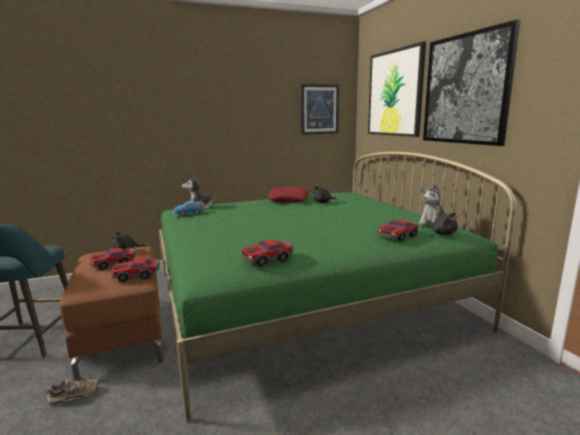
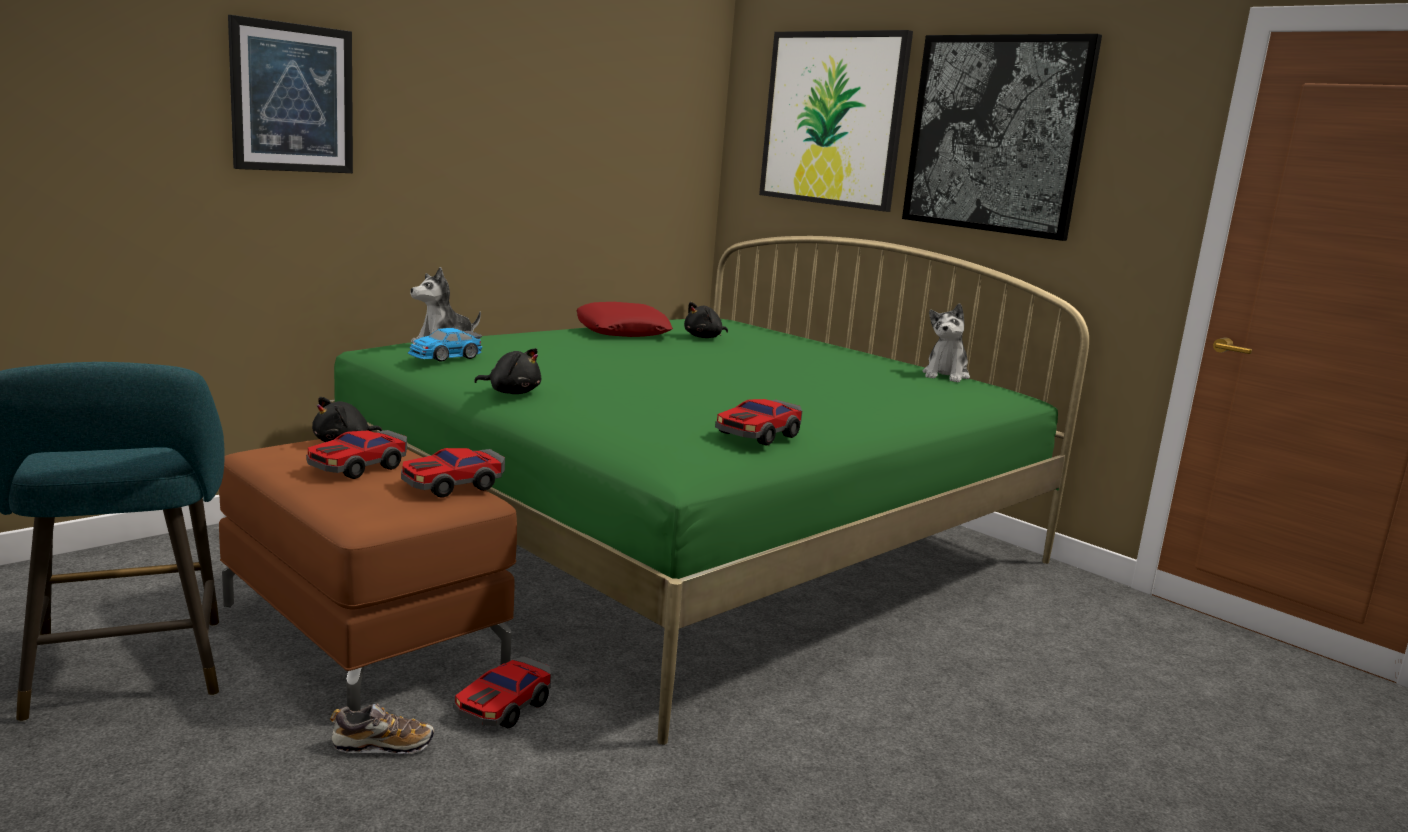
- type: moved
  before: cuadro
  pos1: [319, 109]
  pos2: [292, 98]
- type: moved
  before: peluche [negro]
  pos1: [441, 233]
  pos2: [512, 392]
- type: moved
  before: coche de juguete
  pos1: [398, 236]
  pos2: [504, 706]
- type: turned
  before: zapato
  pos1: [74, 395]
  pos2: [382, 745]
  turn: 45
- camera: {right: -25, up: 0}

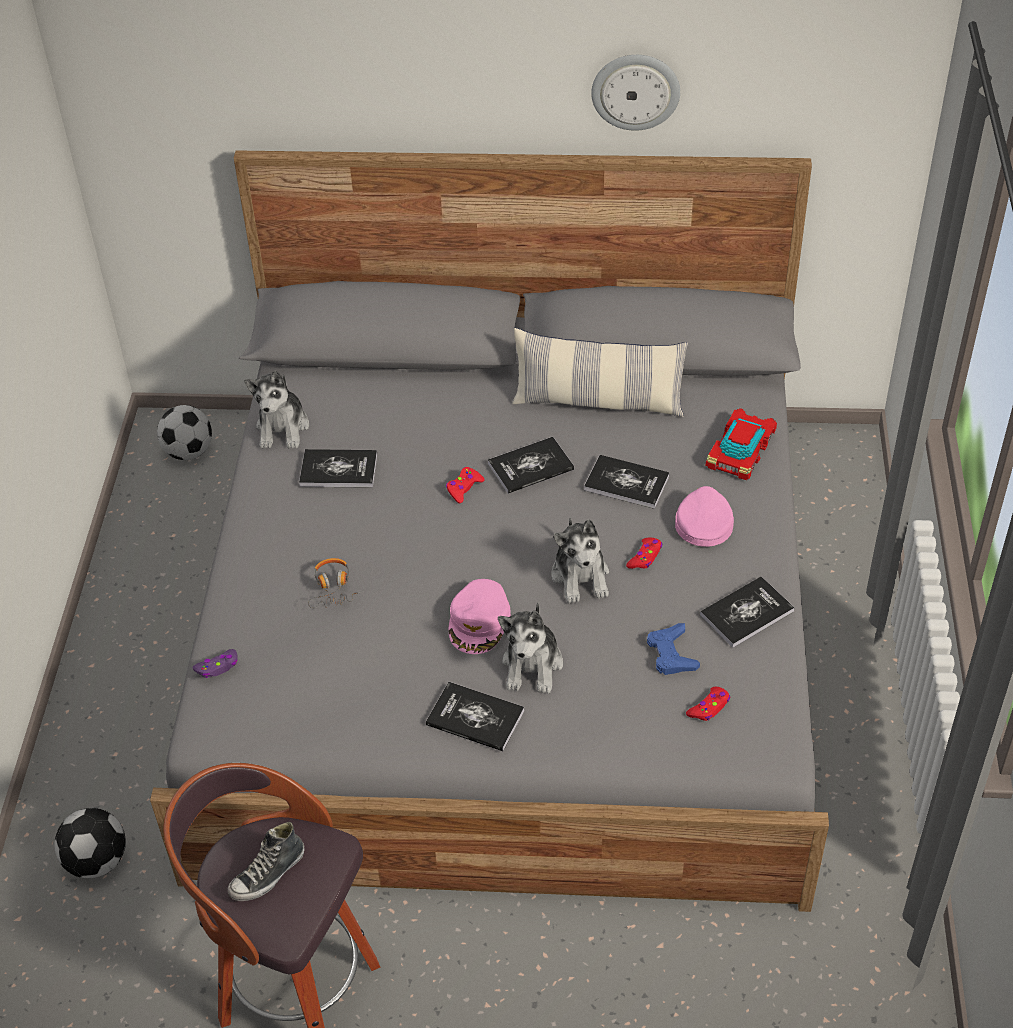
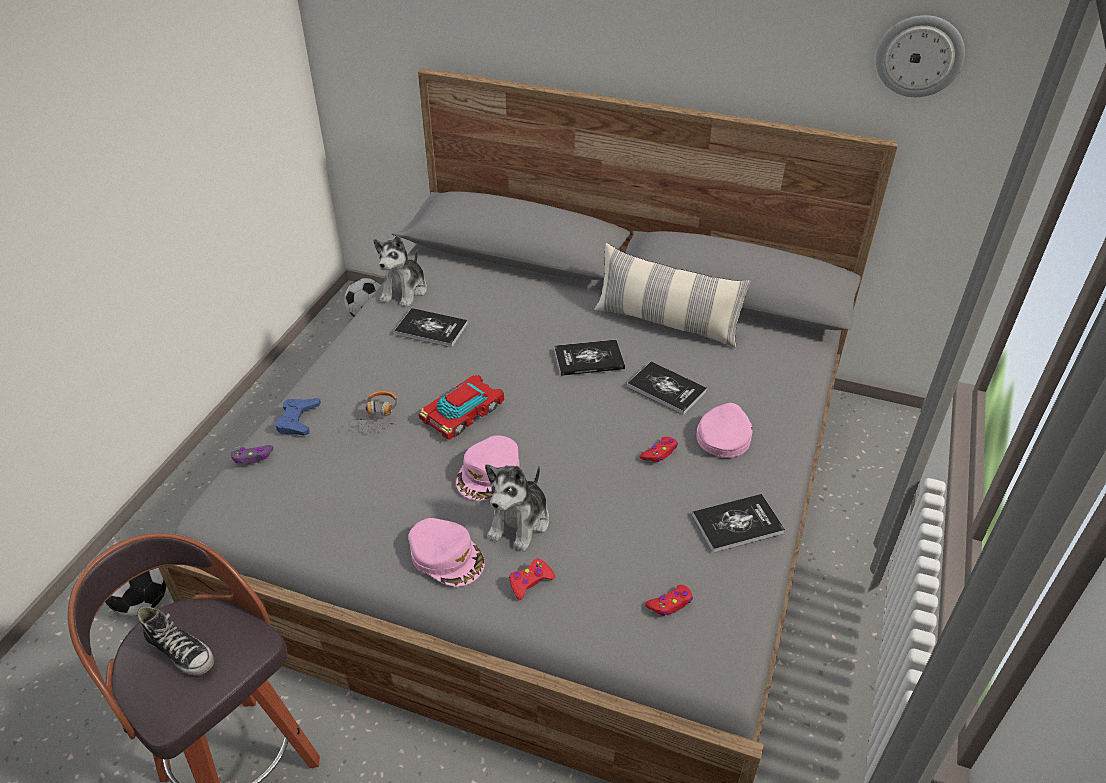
- type: moved
  before: reloj de pared
  pos1: [635, 91]
  pos2: [919, 56]
- type: moved
  before: coche de juguete
  pos1: [741, 450]
  pos2: [463, 413]
- type: moved
  before: mando de consola [rojo]
  pos1: [464, 488]
  pos2: [530, 582]
- type: removed
  before: peluche
  pos1: [581, 576]
- type: moved
  before: mando de consola [azul]
  pos1: [671, 654]
  pos2: [298, 420]
- type: replaced
  before: libro
  after: gorra [rosa]
  pos1: [475, 718]
  pos2: [447, 556]
- type: turned
  before: zapato
  pos1: [268, 874]
  pos2: [181, 652]
  turn: -120
- camera: {right: 15, up: -5}

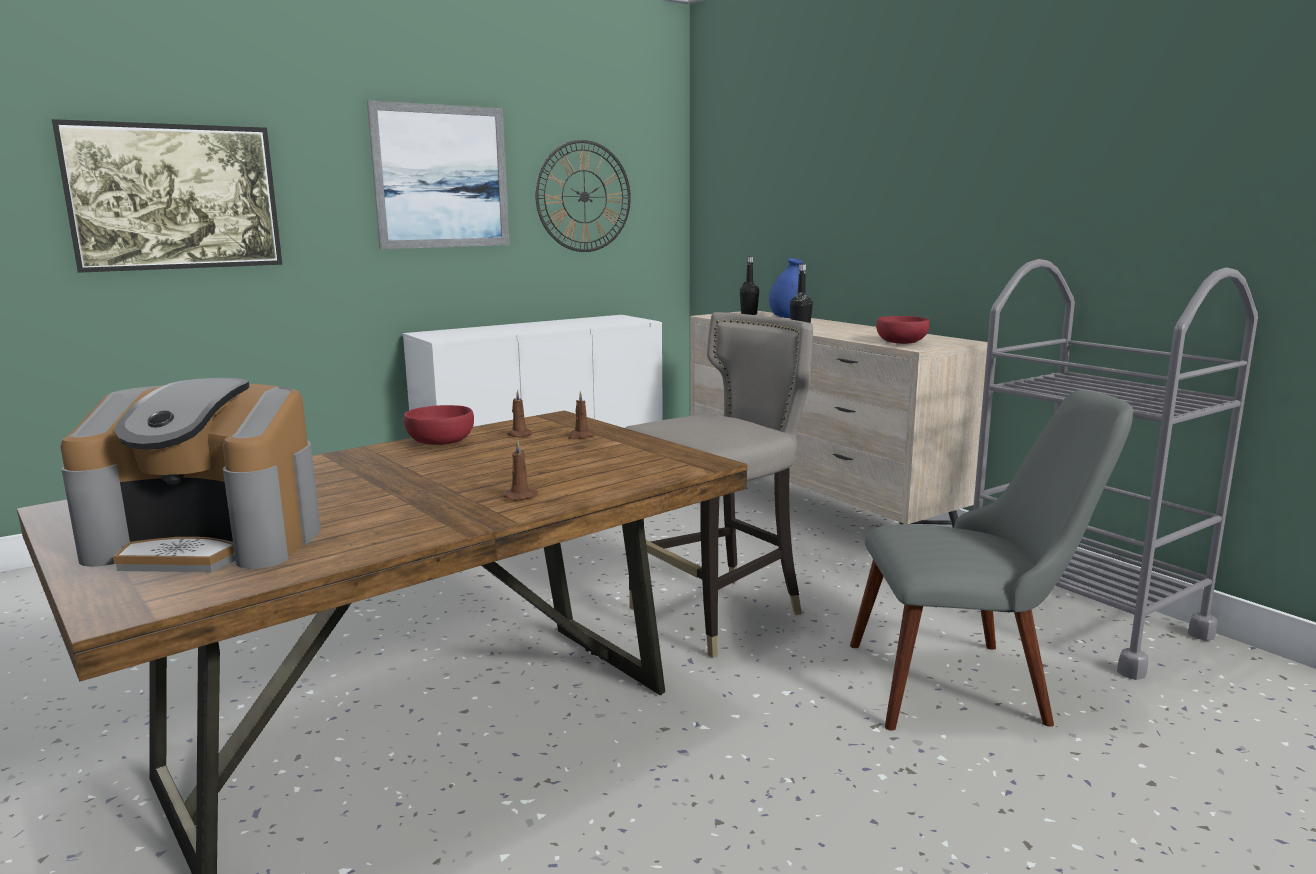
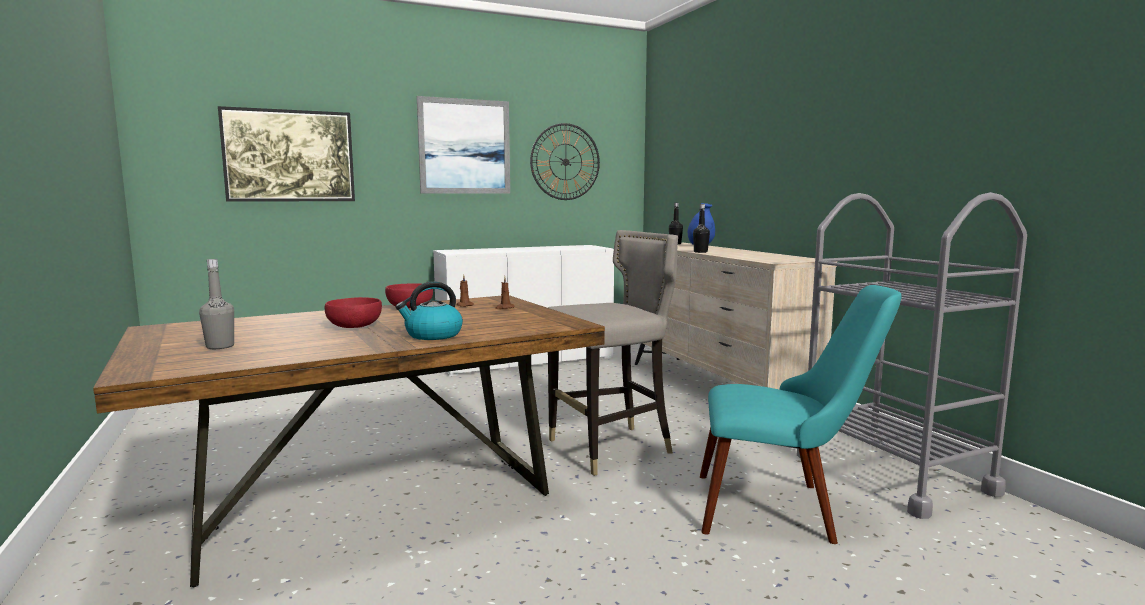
- type: moved
  before: cuenco [rojo]
  pos1: [901, 342]
  pos2: [355, 326]
- type: replaced
  before: cafetera
  after: botella [gris]
  pos1: [211, 541]
  pos2: [220, 346]
- type: recoloured
  before: silla [gris]
  after: silla [turquesa]
  pos1: [971, 682]
  pos2: [783, 508]
- type: replaced
  before: vela [marrón]
  after: hervidor
  pos1: [522, 496]
  pos2: [433, 335]
- camera: {right: 10, up: -5}

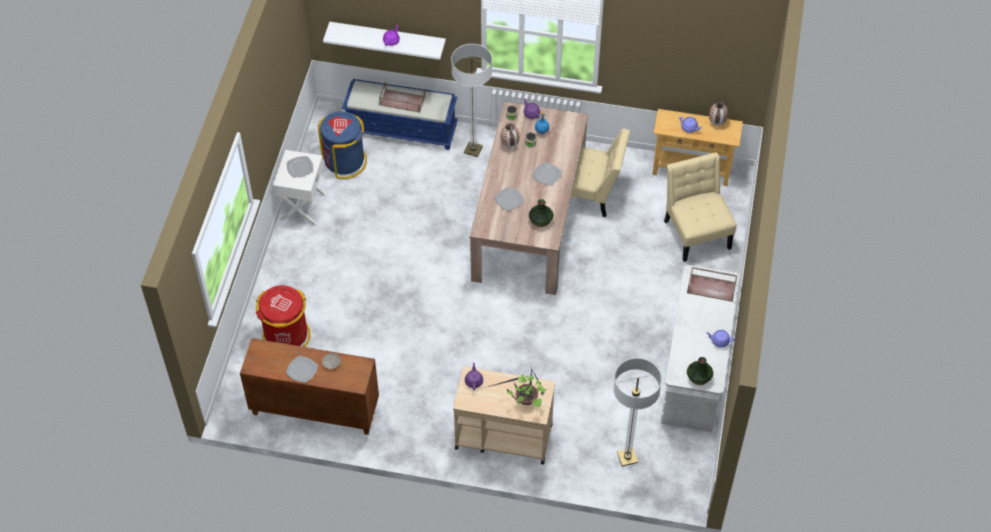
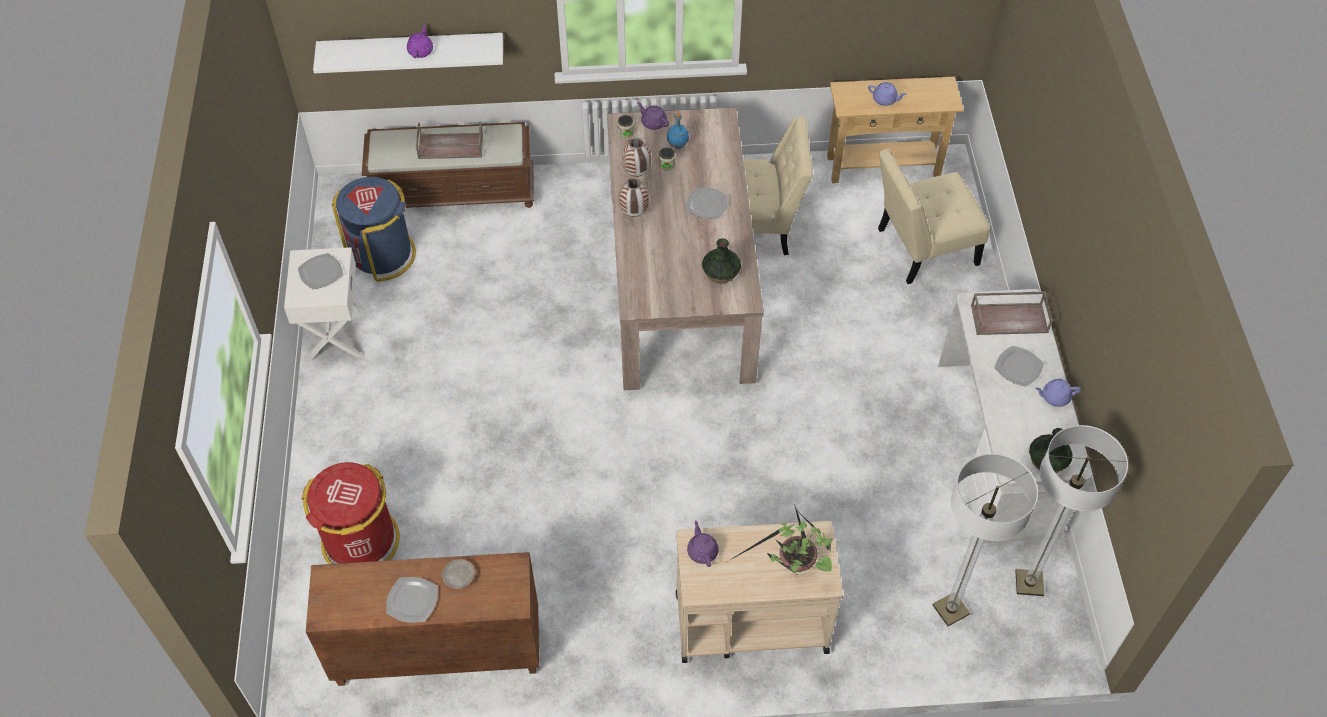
- type: moved
  before: lámpara de pie
  pos1: [473, 150]
  pos2: [1029, 583]
- type: recoloured
  before: banco [azul]
  after: banco [marrón]
  pos1: [402, 129]
  pos2: [455, 191]
- type: moved
  before: florero
  pos1: [717, 123]
  pos2: [634, 214]
- type: turned
  before: silla [beis]
  pos1: [696, 231]
  pos2: [921, 248]
  turn: -75
- type: moved
  before: plato
  pos1: [508, 199]
  pos2: [1018, 367]
- camera: {right: -15, up: 0}

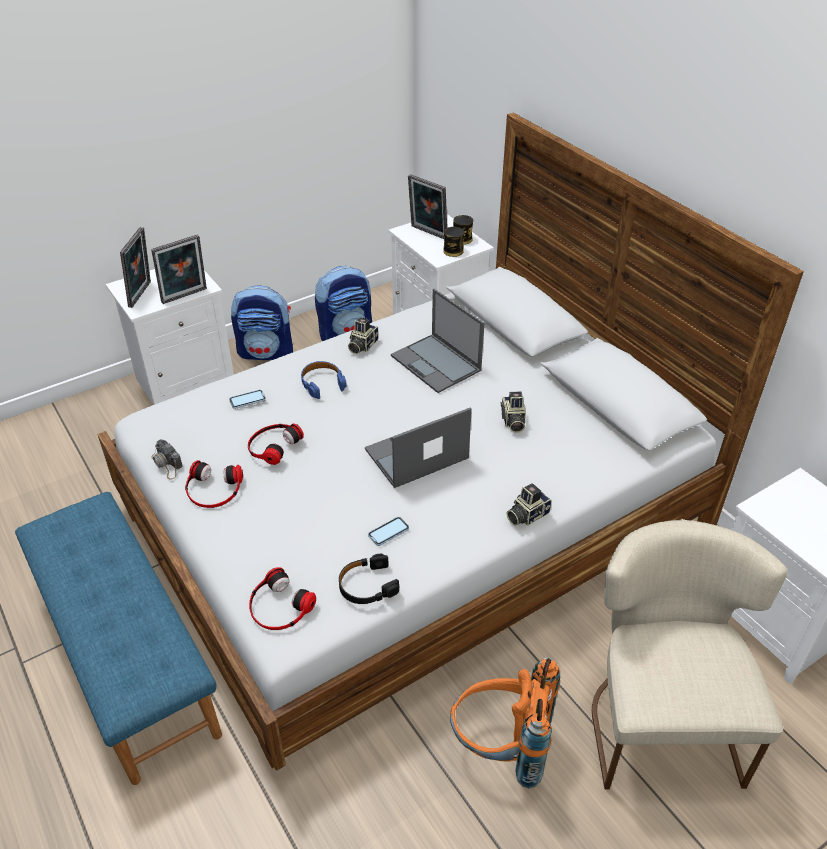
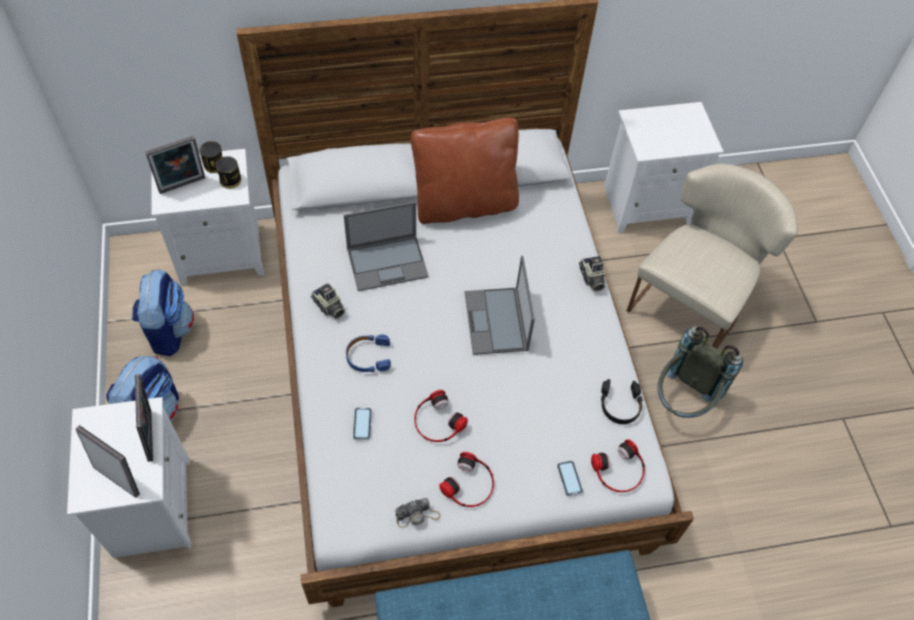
- type: removed
  before: cámara
  pos1: [512, 421]
- type: moved
  before: móvil
  pos1: [388, 532]
  pos2: [569, 478]
- type: turned
  before: silla [beis]
  pos1: [659, 719]
  pos2: [691, 303]
  turn: 105
- type: recoloured
  before: mochila [naranja]
  after: mochila [gris]
  pos1: [501, 748]
  pos2: [682, 401]
- type: added
  after: cojín [marrón]
  pos2: [464, 204]
- camera: {right: -70, up: 15}

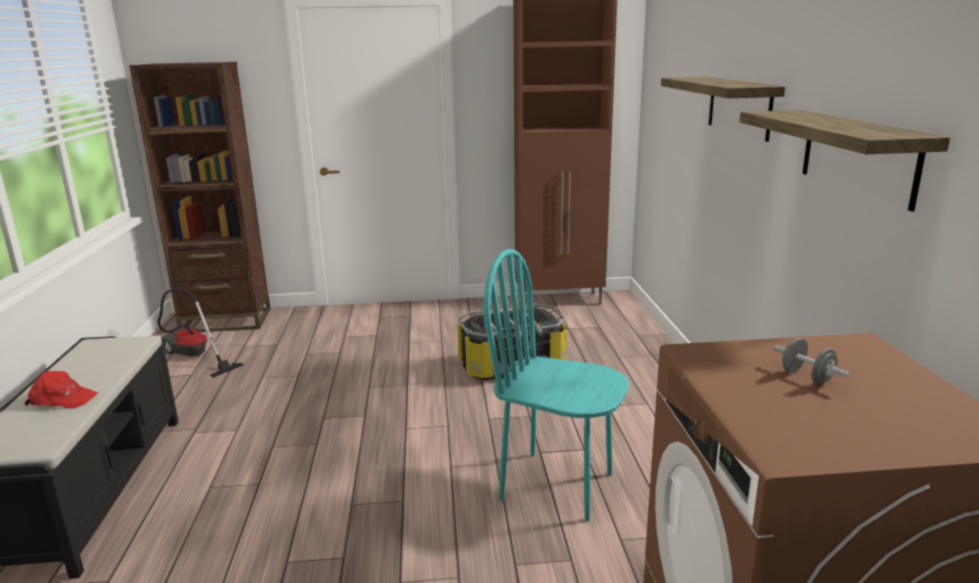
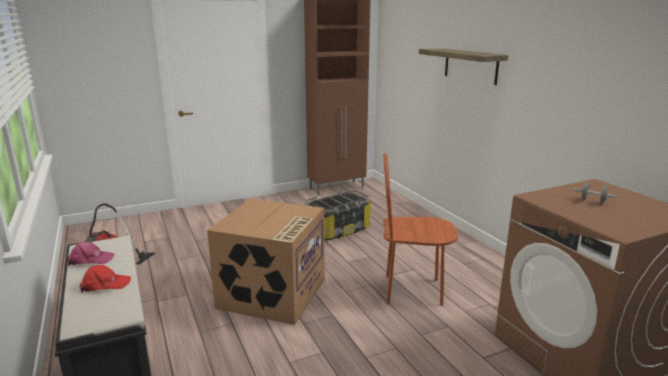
- type: removed
  before: estantería [marrón]
  pos1: [226, 321]
- type: removed
  before: estante
  pos1: [857, 156]
- type: recoloured
  before: silla [turquesa]
  after: silla [marrón]
  pos1: [557, 485]
  pos2: [413, 290]
- type: added
  after: caja de cartón
  pos2: [273, 294]
- type: added
  after: gorra [rosa]
  pos2: [90, 260]
- camera: {right: -20, up: 0}

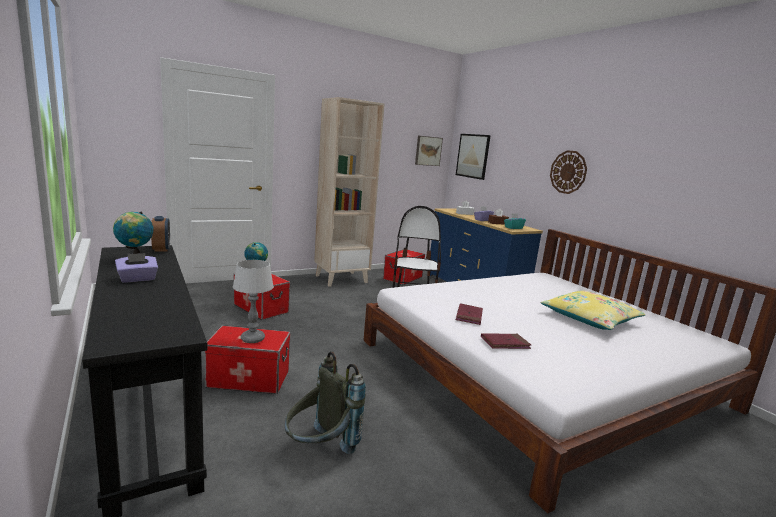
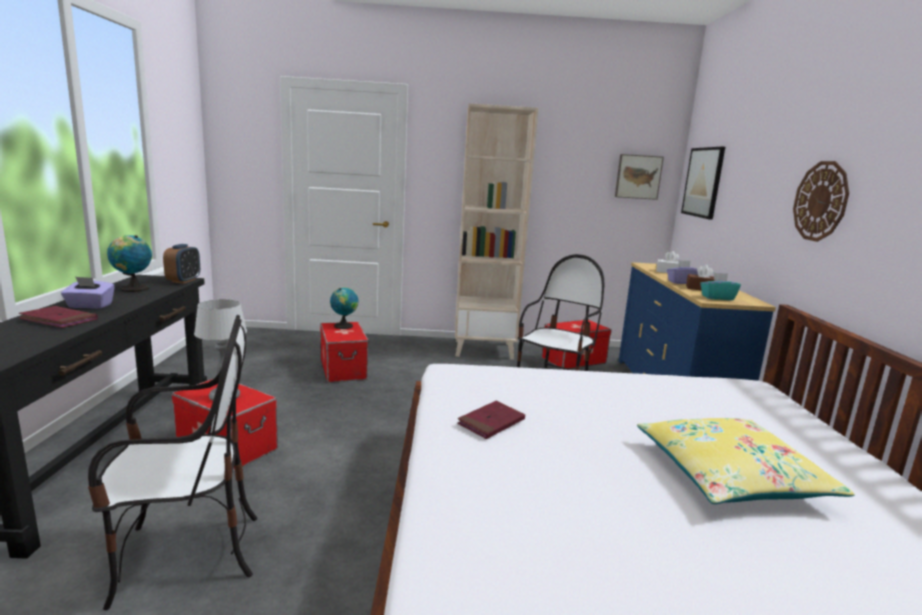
- type: moved
  before: libro [rojo]
  pos1: [505, 343]
  pos2: [59, 320]
- type: replaced
  before: mochila [gris]
  after: silla
  pos1: [320, 450]
  pos2: [186, 556]
- camera: {right: 30, up: 0}

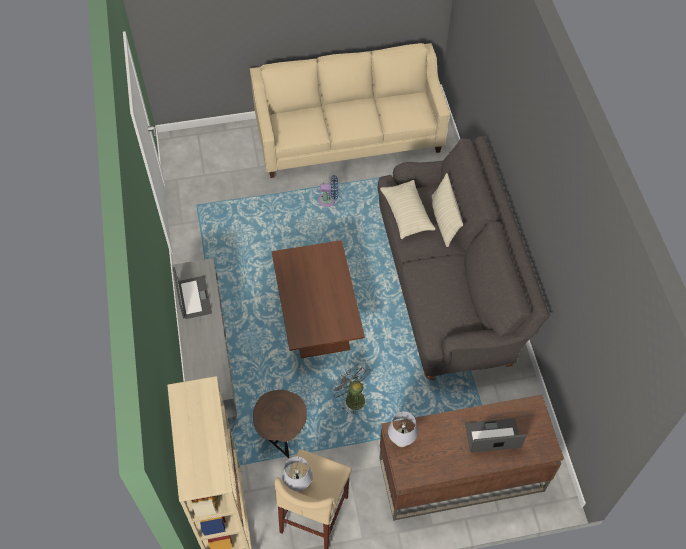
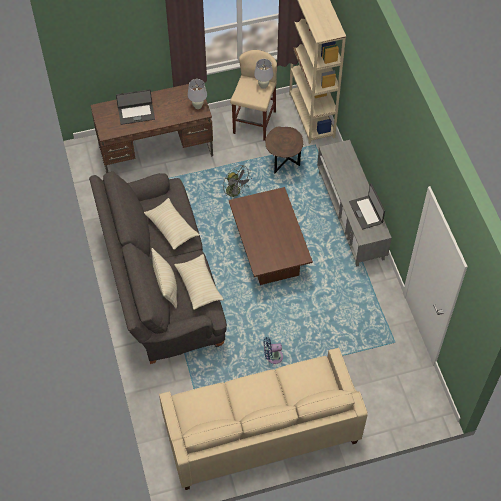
- type: added
  after: cojín [beis]
  pos2: [171, 228]
- camera: {right: 175, up: 0}

